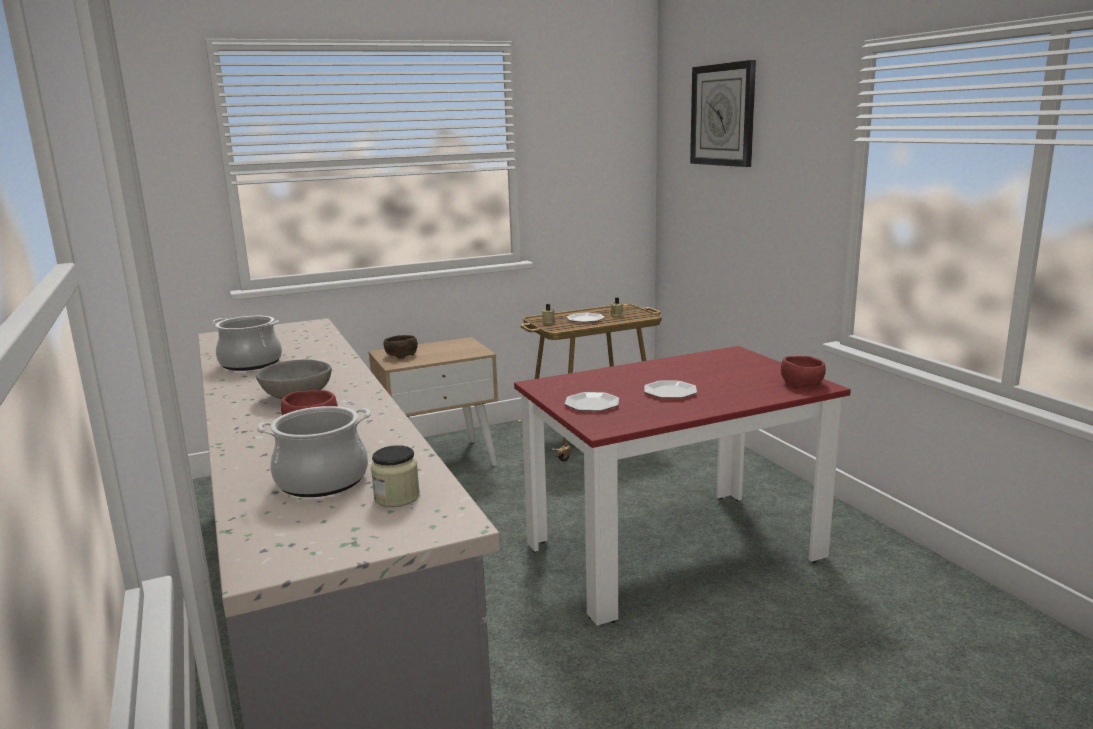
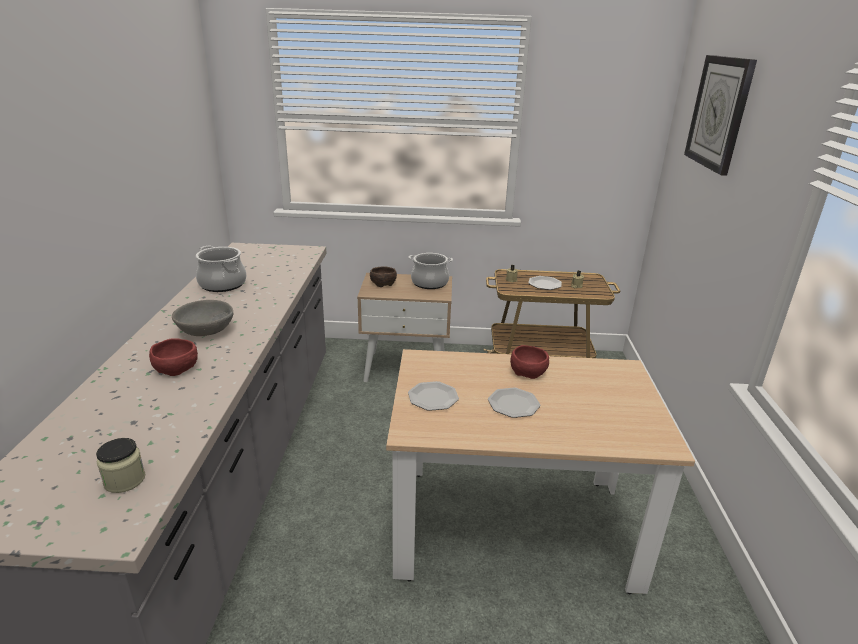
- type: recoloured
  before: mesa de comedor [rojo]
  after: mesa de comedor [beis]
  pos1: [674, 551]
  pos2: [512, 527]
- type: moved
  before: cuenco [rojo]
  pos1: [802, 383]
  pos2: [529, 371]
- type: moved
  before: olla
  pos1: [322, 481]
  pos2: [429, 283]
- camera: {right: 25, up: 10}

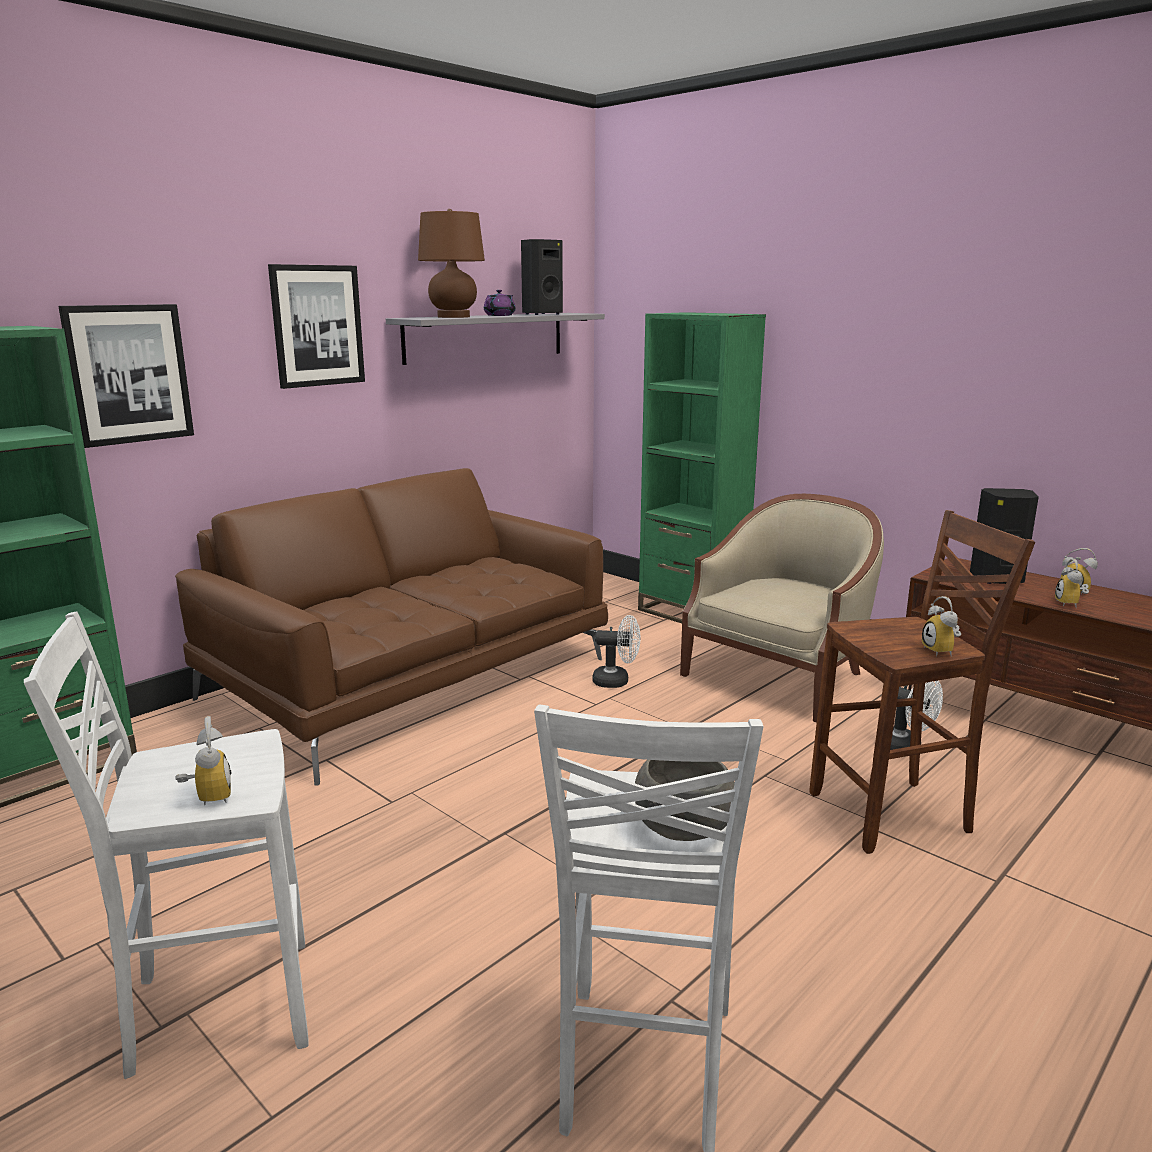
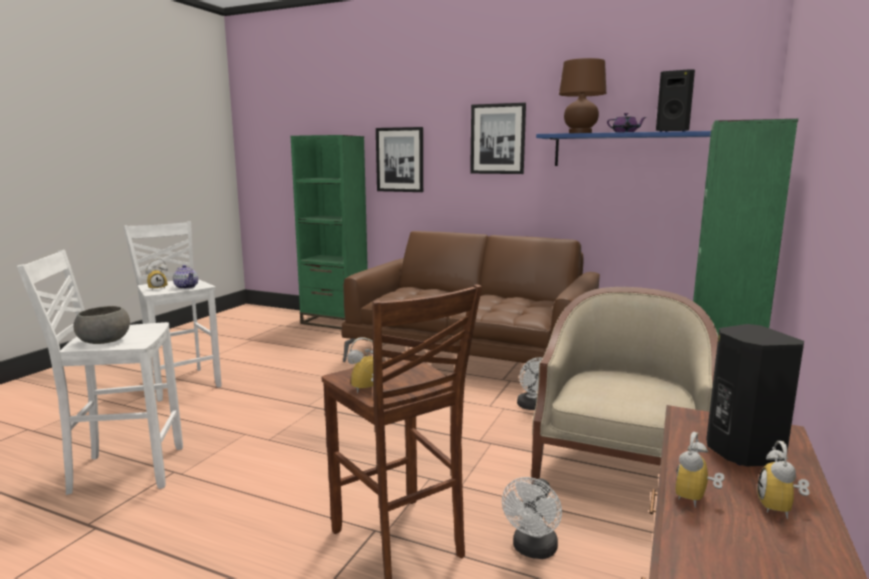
- type: recoloured
  before: estante [gris]
  after: estante [azul]
  pos1: [486, 337]
  pos2: [633, 150]
- type: turned
  before: sillón [beis]
  pos1: [780, 678]
  pos2: [621, 471]
  turn: -90
- type: turned
  before: despertador
  pos1: [1071, 604]
  pos2: [696, 499]
  turn: -45
- type: added
  after: tetera
  pos2: [186, 287]
- camera: {right: 70, up: -5}

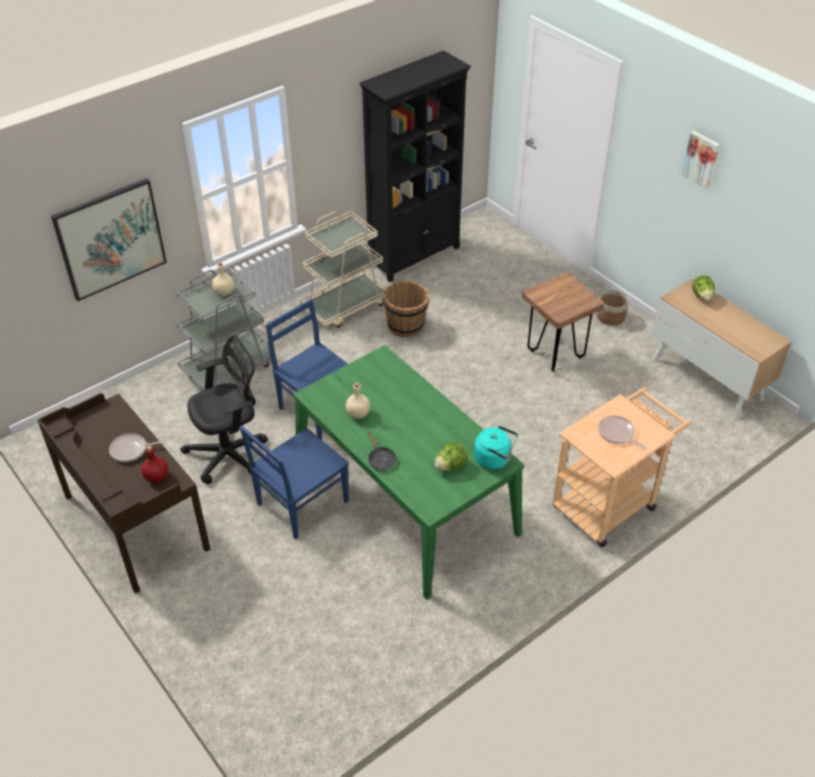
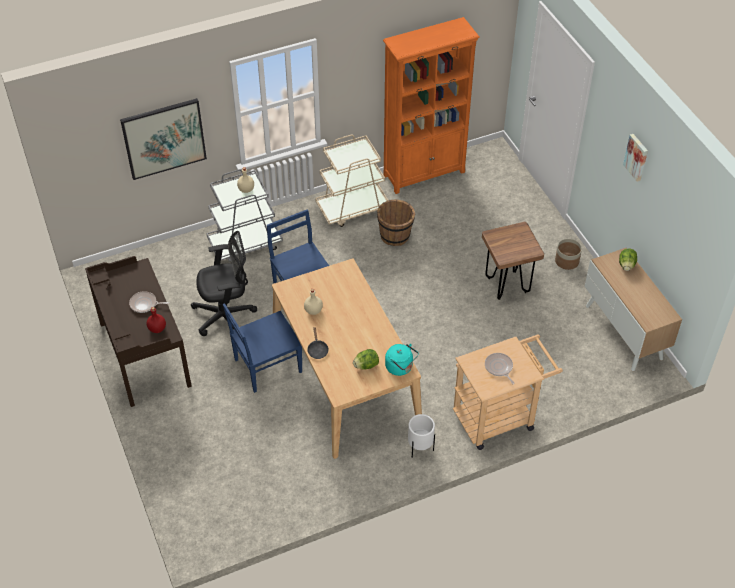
- type: recoloured
  before: estantería [negro]
  after: estantería [naranja]
  pos1: [415, 256]
  pos2: [424, 173]
- type: recoloured
  before: mesa de comedor [verde]
  after: mesa de comedor [beis]
  pos1: [405, 497]
  pos2: [345, 378]
- type: added
  after: maceta [blanco]
  pos2: [420, 448]
- camera: {right: 15, up: 5}

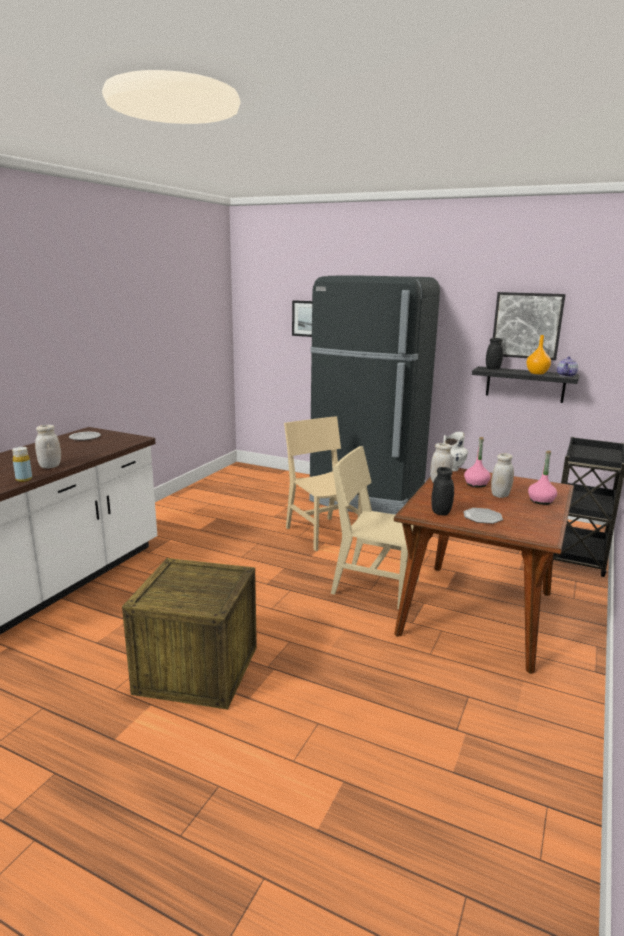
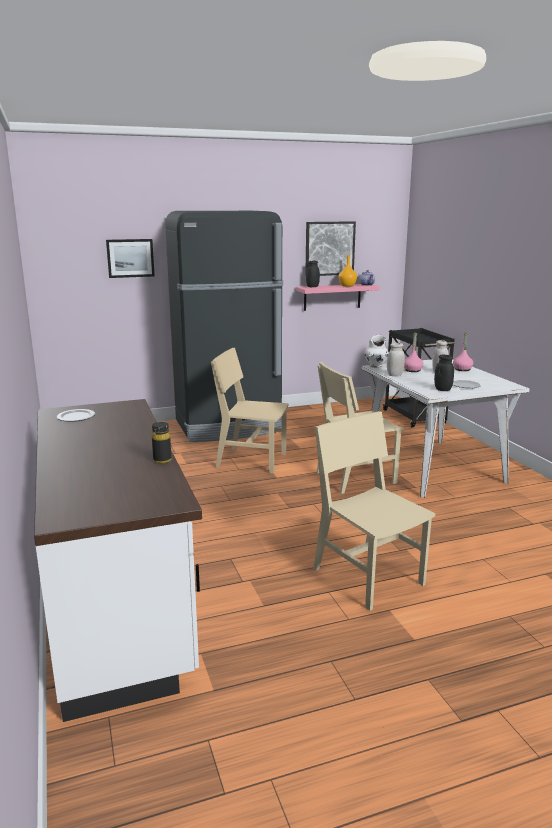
- type: recoloured
  before: estante [negro]
  after: estante [rosa]
  pos1: [525, 384]
  pos2: [332, 297]
- type: removed
  before: tarro [blanco]
  pos1: [50, 466]
- type: recoloured
  before: botella [amarillo]
  after: botella [negro]
  pos1: [24, 479]
  pos2: [162, 460]
- type: recoloured
  before: mesa de comedor [marrón]
  after: mesa de comedor [blanco]
  pos1: [477, 613]
  pos2: [431, 466]
- type: replaced
  before: caja de embalaje
  after: silla [beis]
  pos1: [197, 669]
  pos2: [368, 576]
- camera: {right: -45, up: 0}

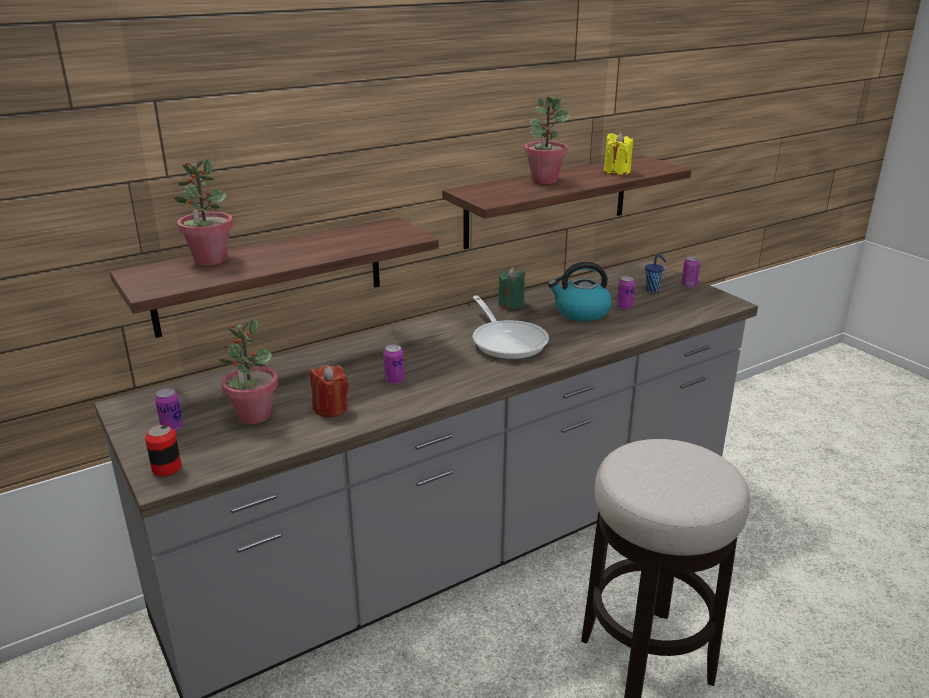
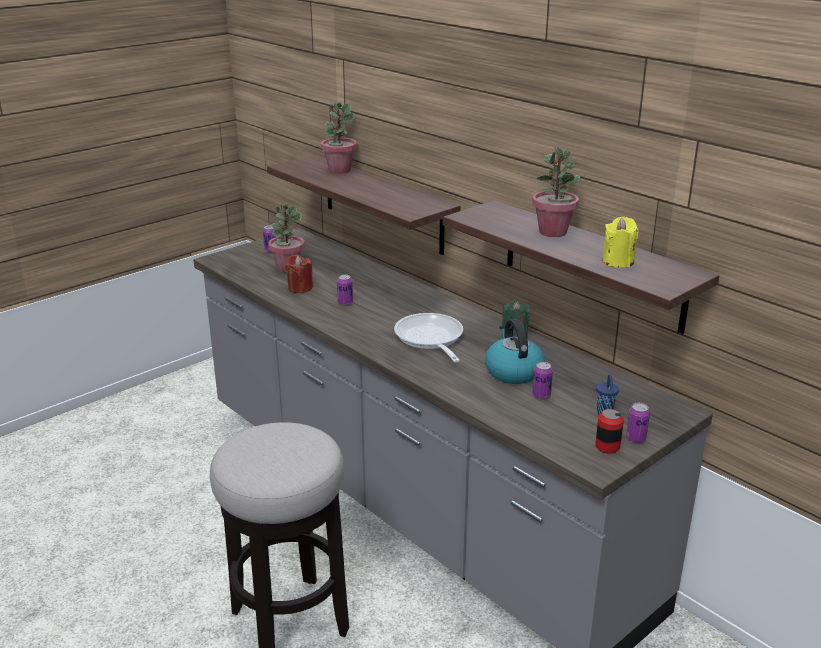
- type: turned
  before: sartén
  pos1: [507, 341]
  pos2: [430, 339]
  turn: 105
- type: moved
  before: lata
  pos1: [167, 468]
  pos2: [607, 447]
- camera: {right: 80, up: 0}

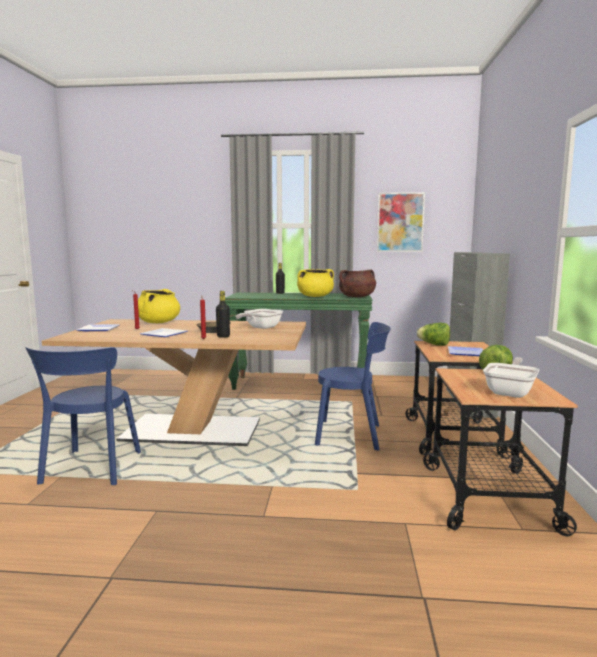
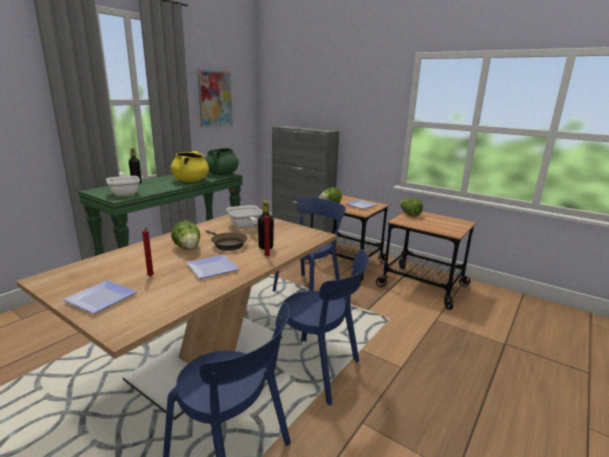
- type: recoloured
  before: olla [marrón]
  after: olla [verde]
  pos1: [357, 297]
  pos2: [222, 174]
- type: removed
  before: olla [amarillo]
  pos1: [158, 322]
- type: moved
  before: sartén
  pos1: [511, 392]
  pos2: [125, 193]
- type: added
  after: lechuga
  pos2: [188, 249]
- type: added
  after: silla [azul]
  pos2: [319, 370]
- camera: {right: -60, up: 10}

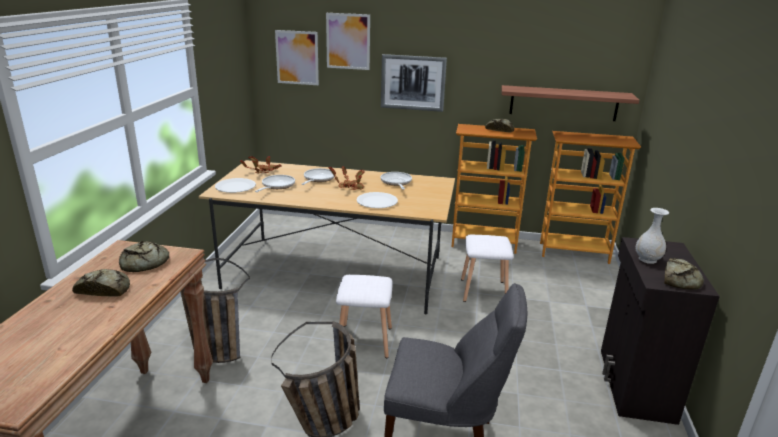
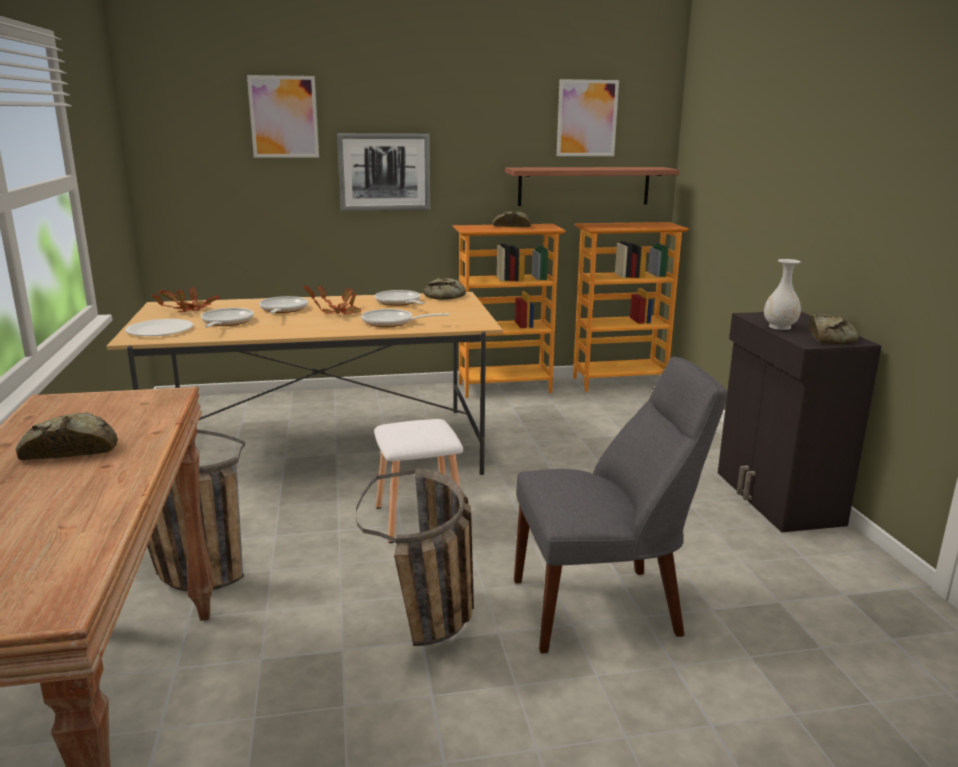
- type: moved
  before: cuadro
  pos1: [297, 57]
  pos2: [587, 118]
- type: replaced
  before: plato [blanco]
  after: sartén
  pos1: [377, 201]
  pos2: [392, 323]
- type: removed
  before: taburete [blanco]
  pos1: [484, 292]
- type: moved
  before: pan
  pos1: [144, 263]
  pos2: [446, 296]
- camera: {right: -20, up: -5}

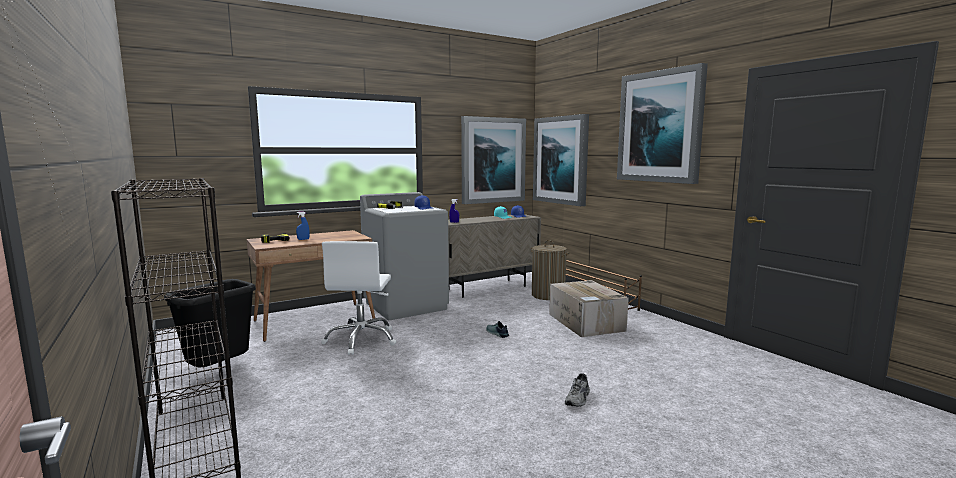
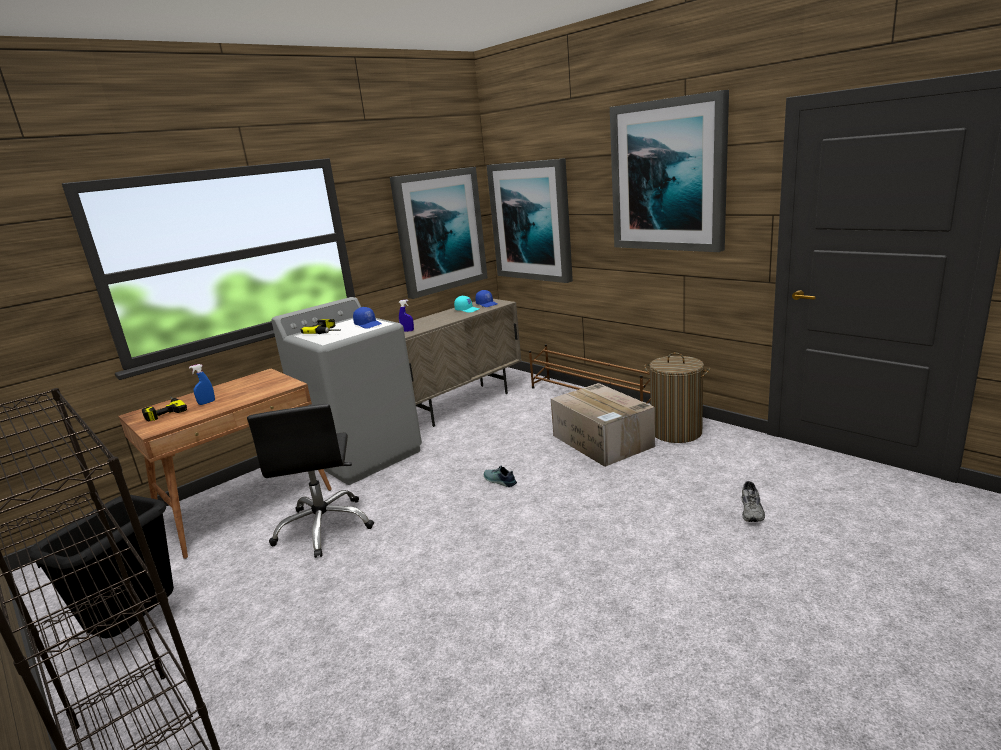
- type: moved
  before: cesto de la ropa
  pos1: [548, 295]
  pos2: [676, 432]
- type: recoloured
  before: silla de oficina [blanco]
  after: silla de oficina [negro]
  pos1: [361, 340]
  pos2: [324, 527]
- type: moved
  before: zapato [gris]
  pos1: [578, 399]
  pos2: [752, 511]
- camera: {right: -10, up: 10}

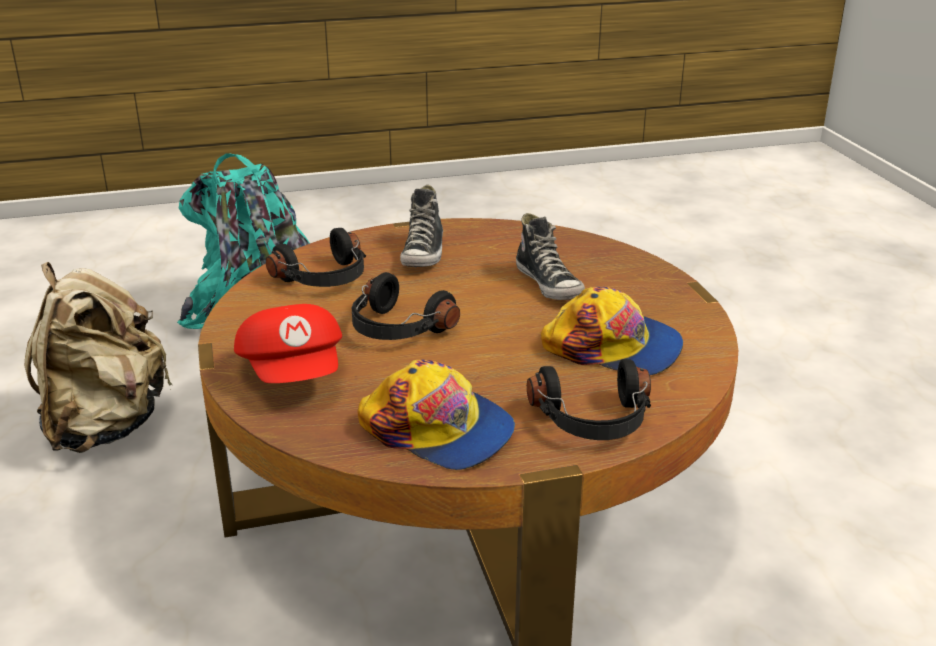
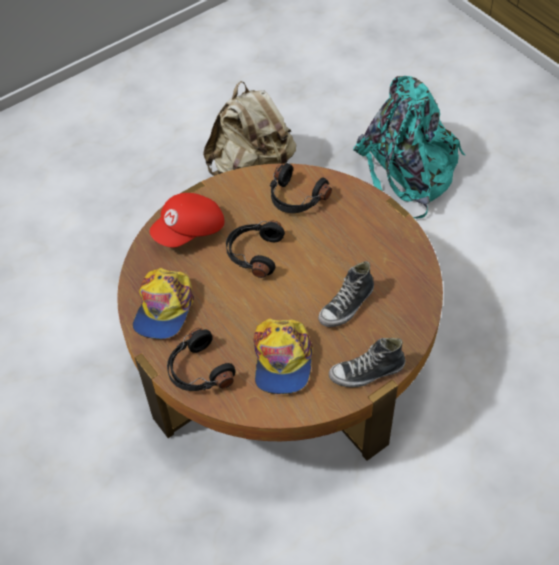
- type: moved
  before: zapato
  pos1: [424, 253]
  pos2: [367, 372]
- camera: {right: 70, up: 25}

